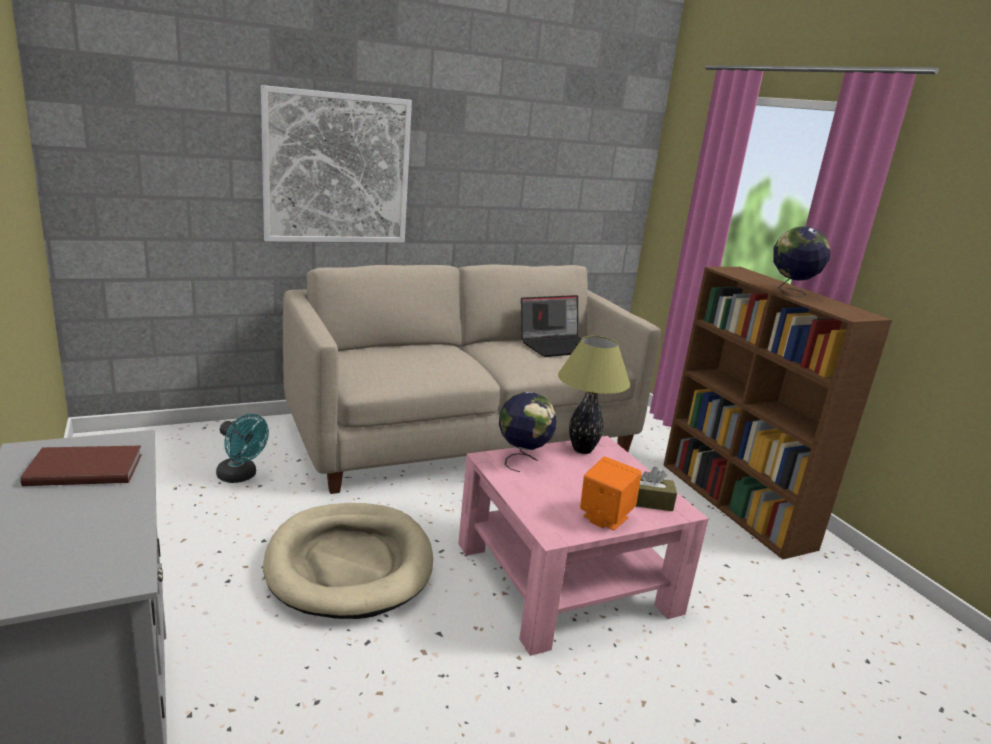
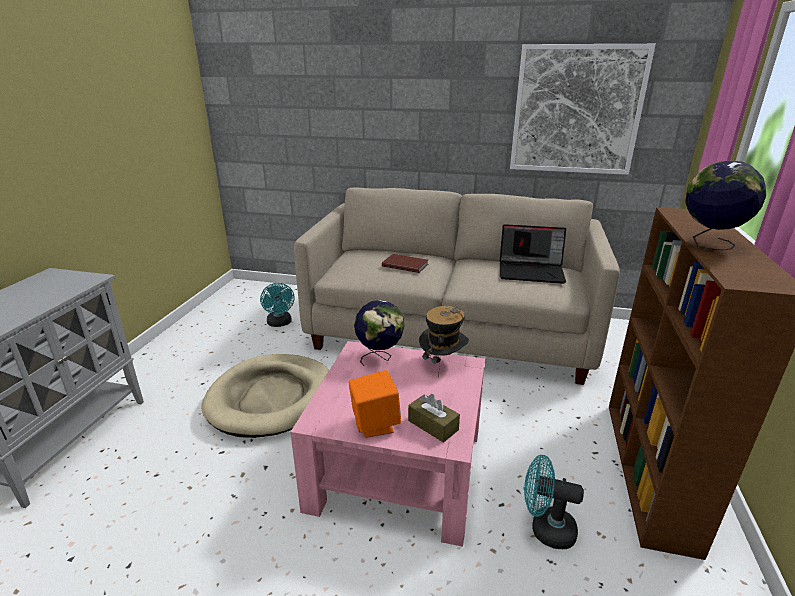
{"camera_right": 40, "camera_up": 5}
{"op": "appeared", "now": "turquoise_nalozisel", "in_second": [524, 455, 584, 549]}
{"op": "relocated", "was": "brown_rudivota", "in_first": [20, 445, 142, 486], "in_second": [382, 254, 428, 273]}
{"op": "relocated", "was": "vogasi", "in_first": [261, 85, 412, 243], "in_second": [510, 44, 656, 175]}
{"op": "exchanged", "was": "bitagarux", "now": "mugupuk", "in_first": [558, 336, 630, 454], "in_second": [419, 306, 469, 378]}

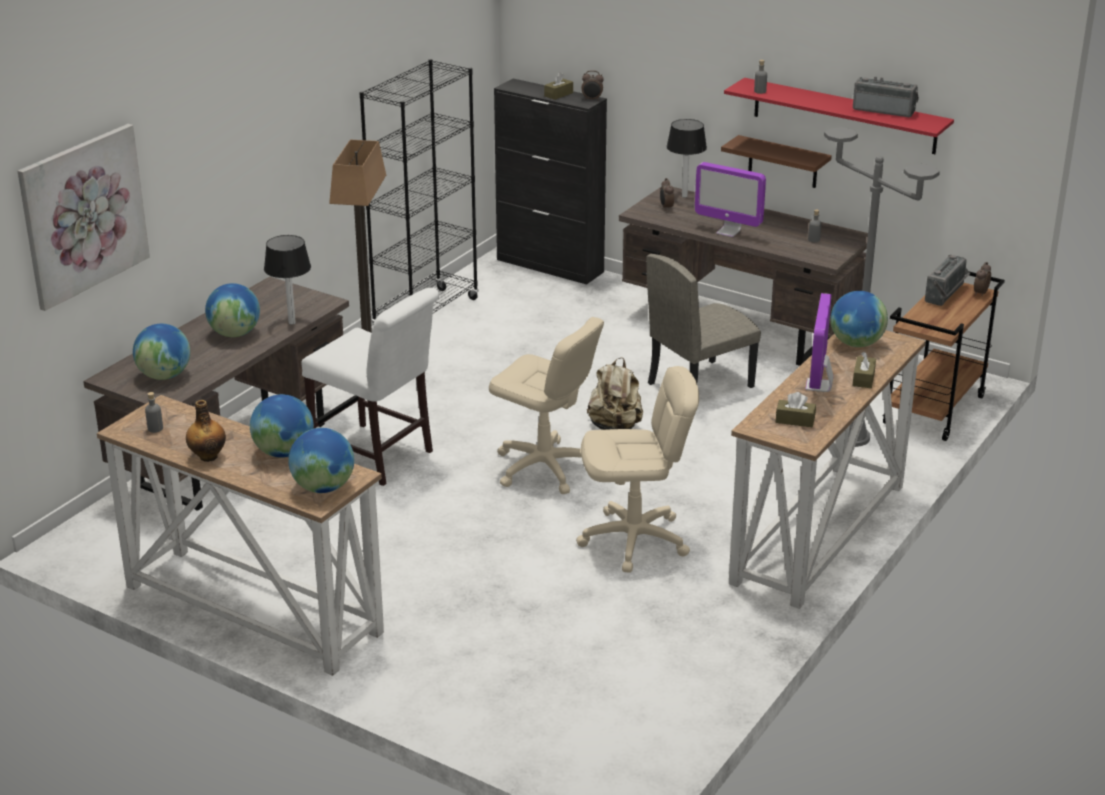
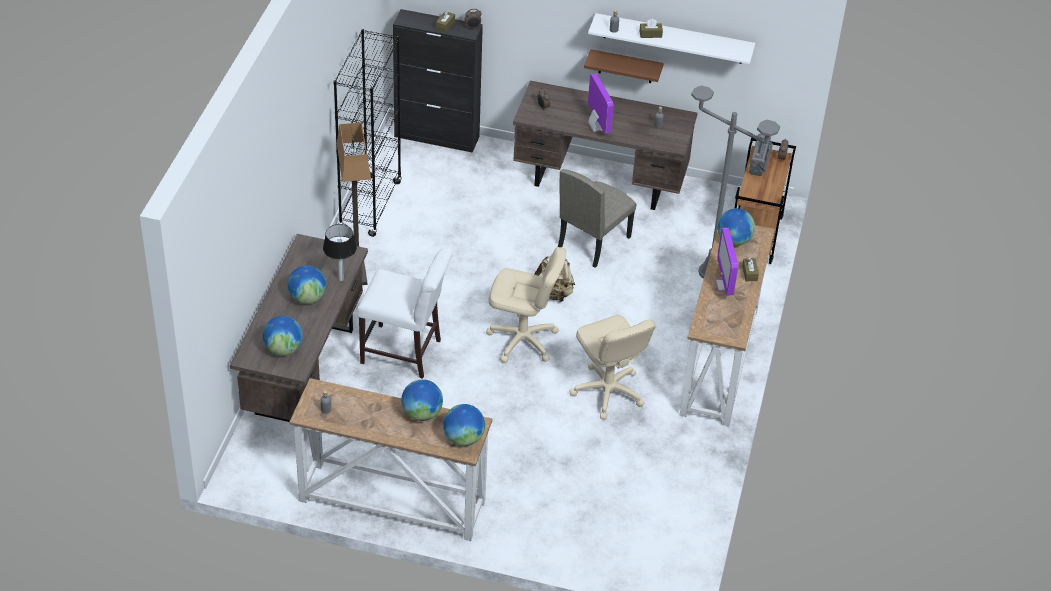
{"camera_right": -20, "camera_up": 15}
{"op": "missing", "was": "vogasi", "in_first": [17, 124, 150, 311]}
{"op": "missing", "was": "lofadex", "in_first": [186, 400, 226, 462]}
{"op": "missing", "was": "bitagarux", "in_first": [666, 119, 707, 198]}
{"op": "missing", "was": "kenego", "in_first": [853, 76, 919, 117]}
{"op": "relocated", "was": "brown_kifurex", "in_first": [776, 392, 816, 427], "in_second": [640, 19, 663, 38]}
{"op": "colour", "was": "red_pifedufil", "now": "white_pifedufil", "in_first": [724, 78, 954, 154], "in_second": [588, 13, 755, 64]}
{"op": "spun", "was": "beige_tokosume", "in_first": [576, 366, 699, 573], "in_second": [569, 315, 656, 420], "clockwise": 90}
{"op": "spun", "was": "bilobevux", "in_first": [695, 162, 766, 237], "in_second": [588, 73, 614, 133], "clockwise": -120}

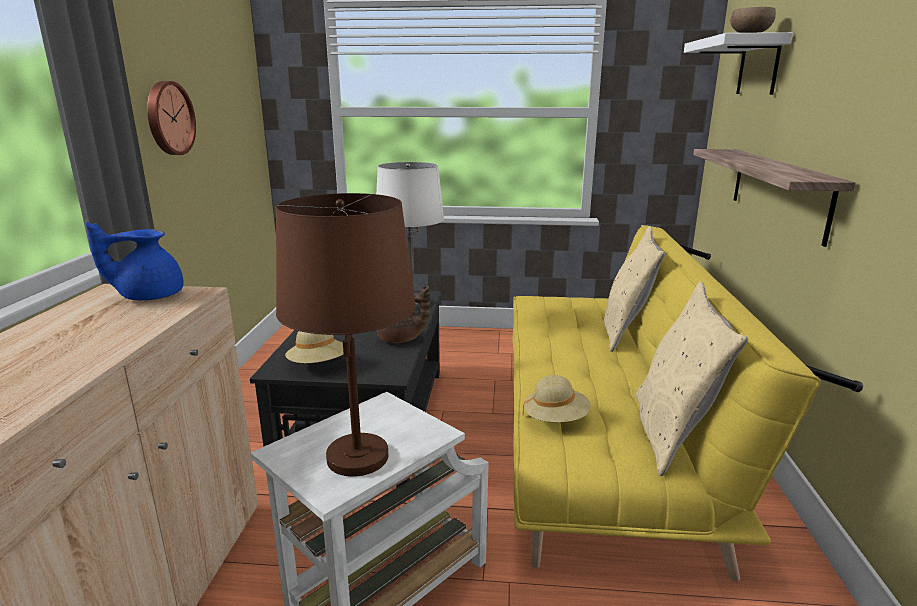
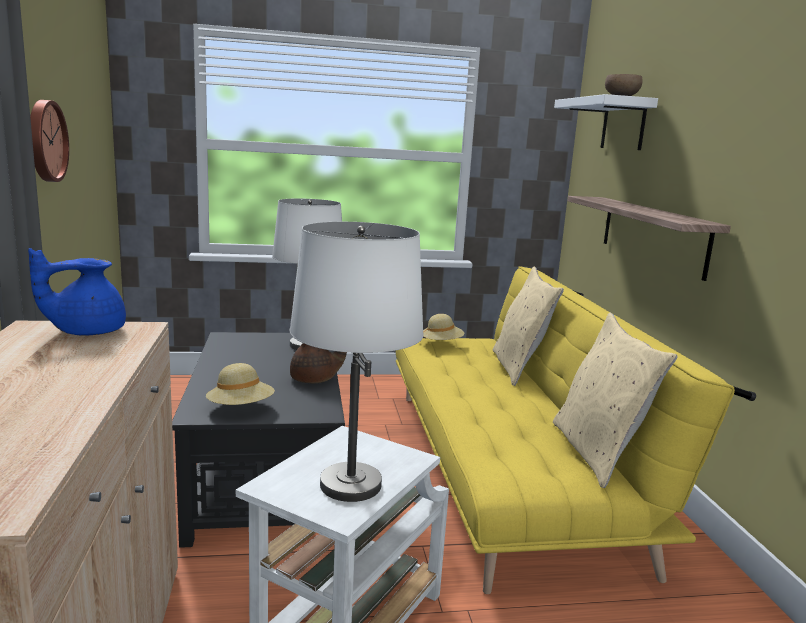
{"camera_right": -15, "camera_up": -5}
{"op": "relocated", "was": "beige_mugupuk", "in_first": [523, 375, 591, 422], "in_second": [423, 314, 464, 340]}
{"op": "colour", "was": "brown_bitagarux", "now": "white_bitagarux", "in_first": [276, 193, 416, 477], "in_second": [289, 222, 424, 502]}

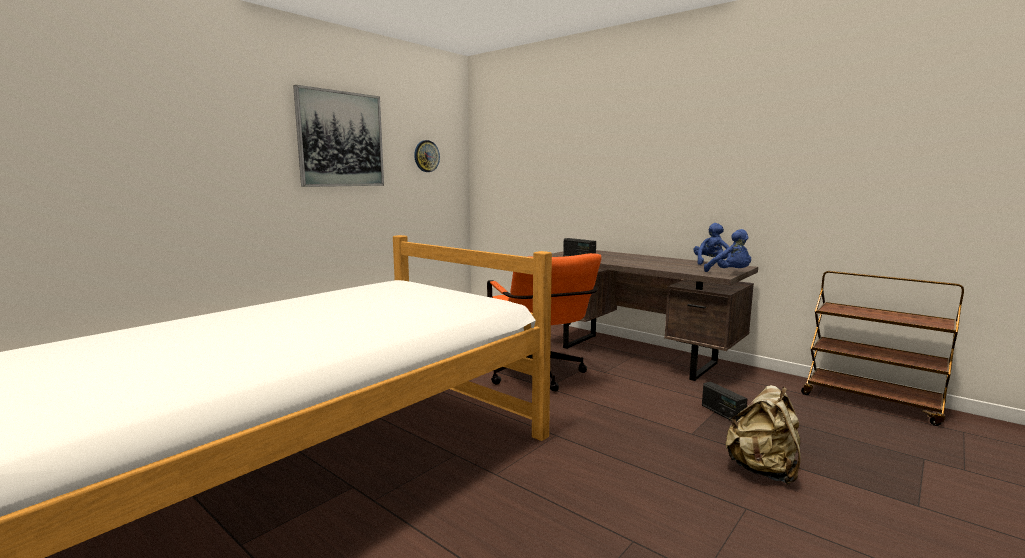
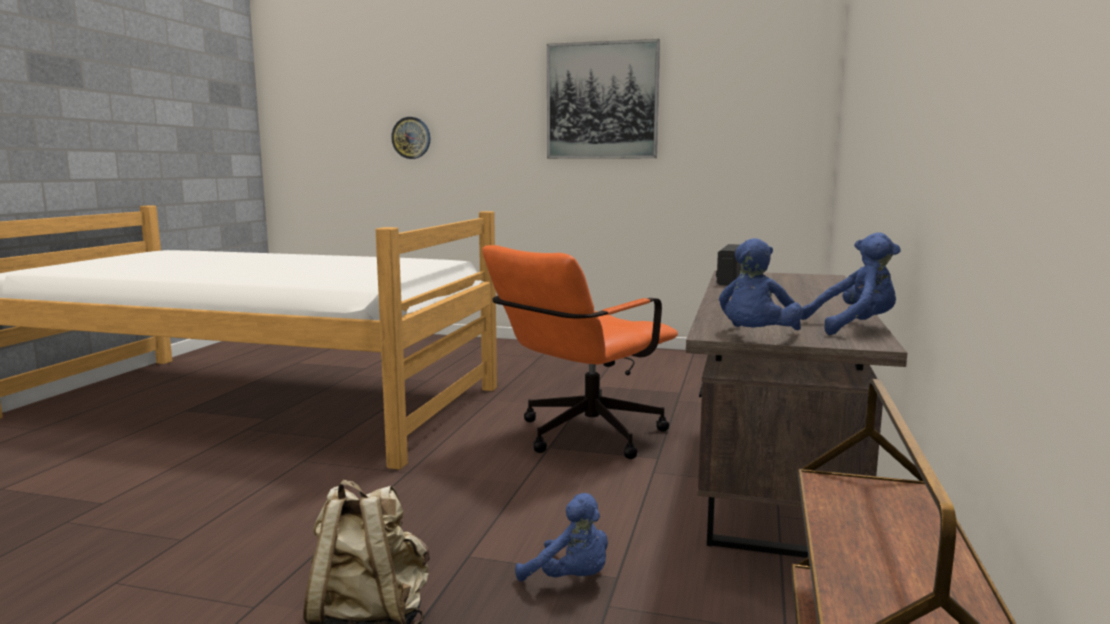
{"camera_right": 65, "camera_up": 0}
{"op": "relocated", "was": "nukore", "in_first": [414, 140, 440, 172], "in_second": [391, 117, 430, 159]}
{"op": "exchanged", "was": "kenego", "now": "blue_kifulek", "in_first": [702, 382, 748, 421], "in_second": [515, 493, 608, 582]}

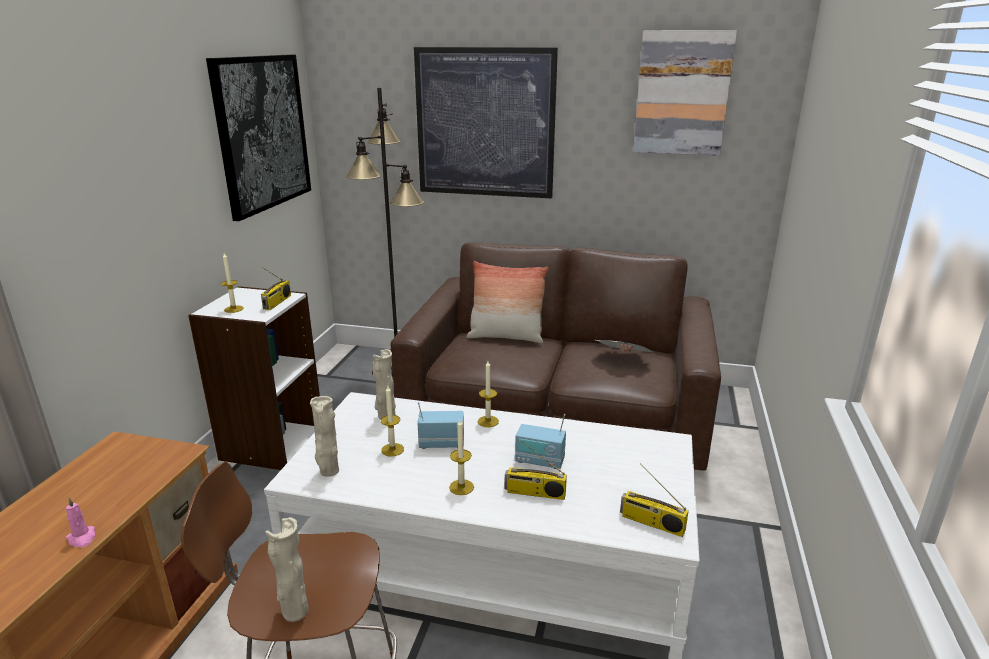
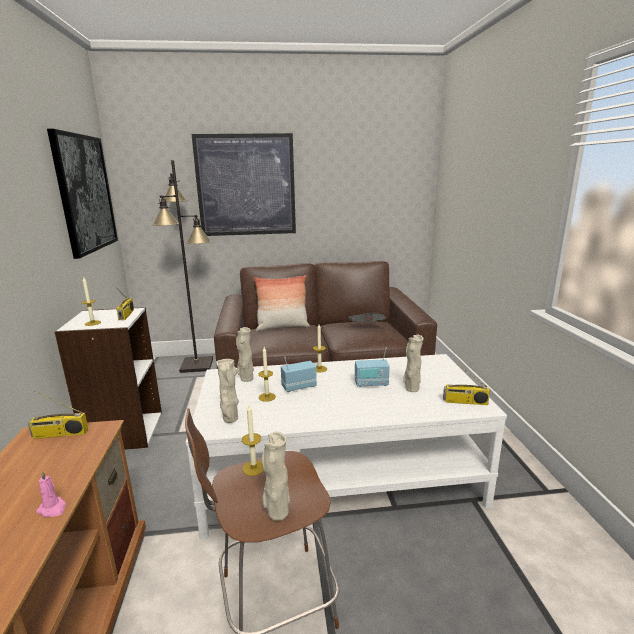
{"camera_right": -20, "camera_up": -5}
{"op": "missing", "was": "vogasi", "in_first": [633, 30, 737, 156]}
{"op": "appeared", "now": "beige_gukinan", "in_second": [403, 335, 424, 392]}
{"op": "relocated", "was": "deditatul", "in_first": [449, 419, 474, 495], "in_second": [242, 405, 264, 476]}
{"op": "relocated", "was": "kenego", "in_first": [505, 440, 567, 500], "in_second": [28, 391, 88, 439]}

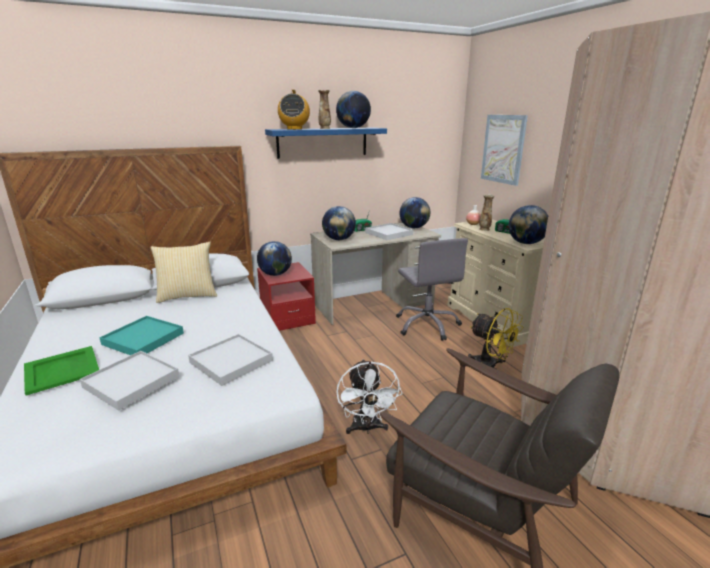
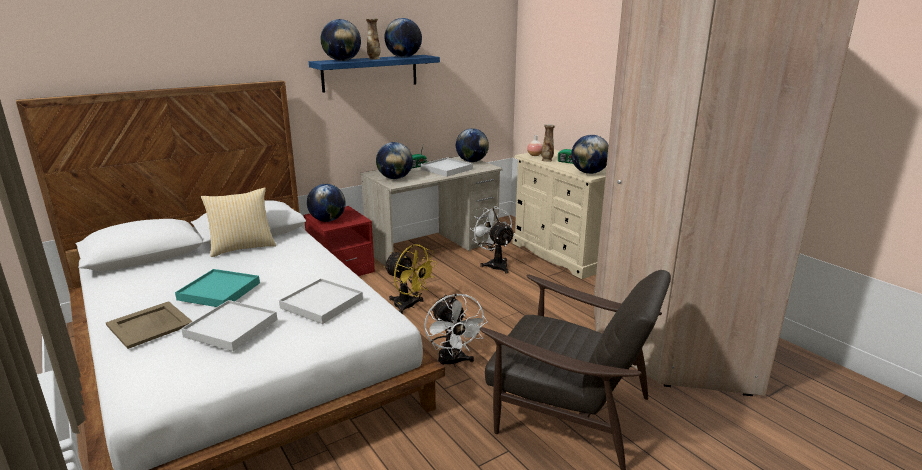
{"camera_right": -10, "camera_up": 0}
{"op": "missing", "was": "vogasi", "in_first": [481, 115, 528, 186]}
{"op": "relocated", "was": "yellow_nalozisel", "in_first": [468, 308, 523, 369], "in_second": [383, 244, 437, 314]}
{"op": "exchanged", "was": "kenego", "now": "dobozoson", "in_first": [278, 90, 310, 130], "in_second": [321, 19, 361, 61]}
{"op": "exchanged", "was": "grey_tokosume", "now": "white_nalozisel", "in_first": [396, 238, 468, 341], "in_second": [471, 206, 515, 274]}
{"op": "colour", "was": "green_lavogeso", "now": "beige_lavogeso", "in_first": [24, 346, 99, 396], "in_second": [106, 301, 193, 349]}

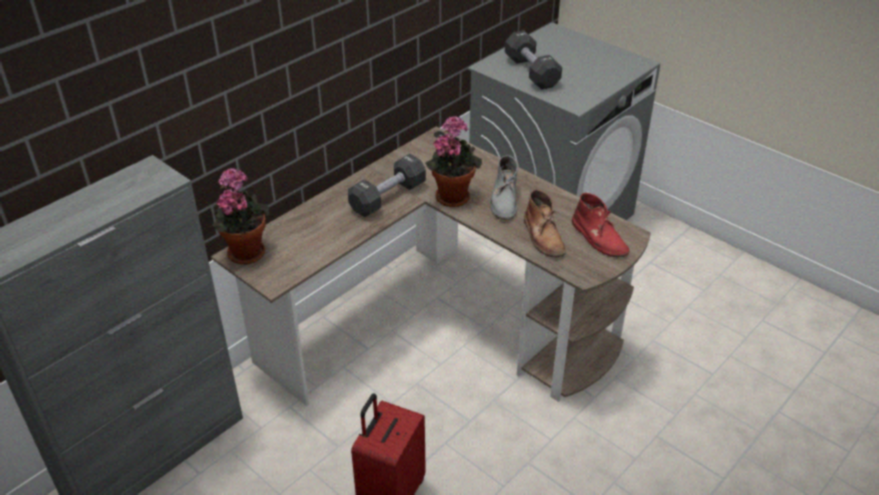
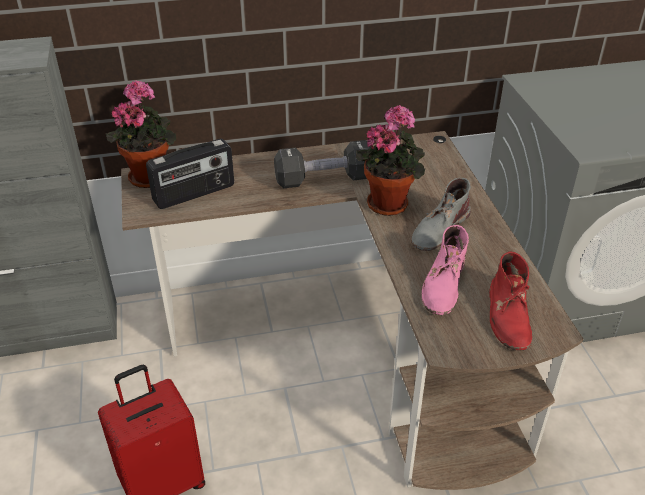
{"camera_right": 35, "camera_up": 0}
{"op": "missing", "was": "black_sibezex", "in_first": [505, 30, 562, 89]}
{"op": "appeared", "now": "kenego", "in_second": [146, 139, 234, 209]}
{"op": "colour", "was": "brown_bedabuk", "now": "pink_bedabuk", "in_first": [524, 189, 566, 257], "in_second": [422, 225, 469, 315]}

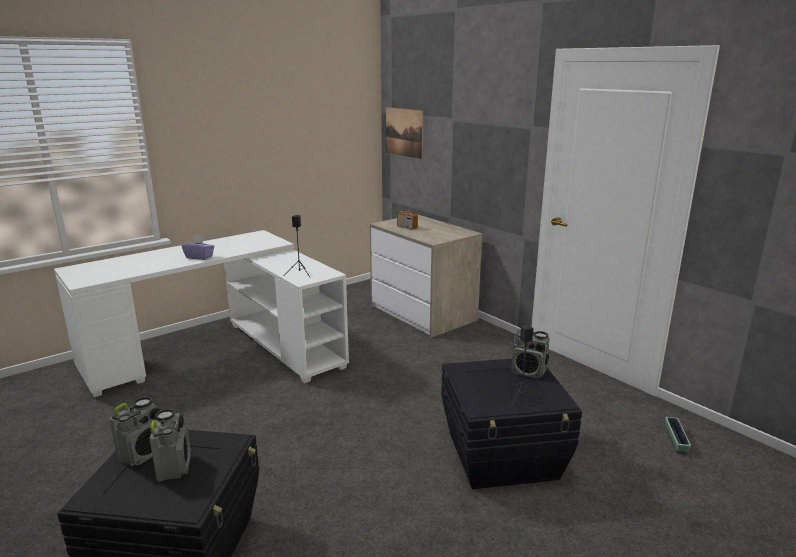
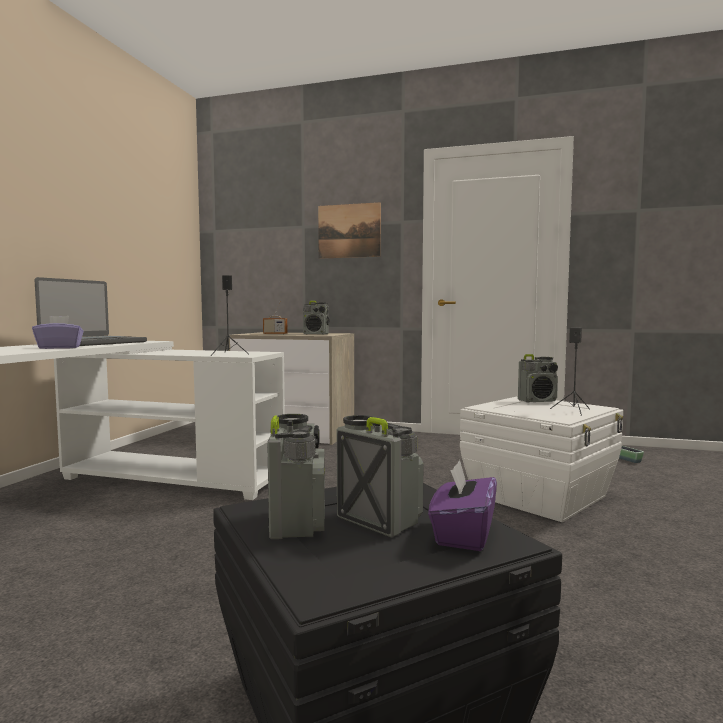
{"camera_right": -35, "camera_up": -15}
{"op": "appeared", "now": "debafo", "in_second": [35, 277, 147, 346]}
{"op": "appeared", "now": "kenego", "in_second": [303, 301, 329, 335]}
{"op": "appeared", "now": "purple_kifurex", "in_second": [428, 460, 497, 551]}
{"op": "relocated", "was": "vogasi", "in_first": [386, 107, 423, 159], "in_second": [318, 202, 381, 259]}
{"op": "colour", "was": "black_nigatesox", "now": "white_nigatesox", "in_first": [441, 359, 582, 489], "in_second": [460, 396, 623, 522]}

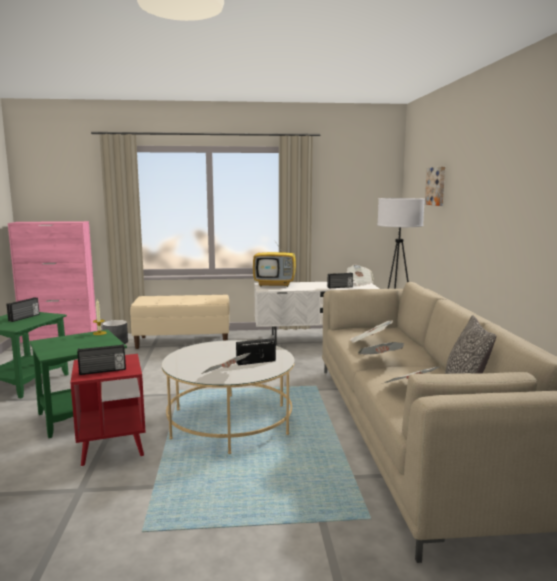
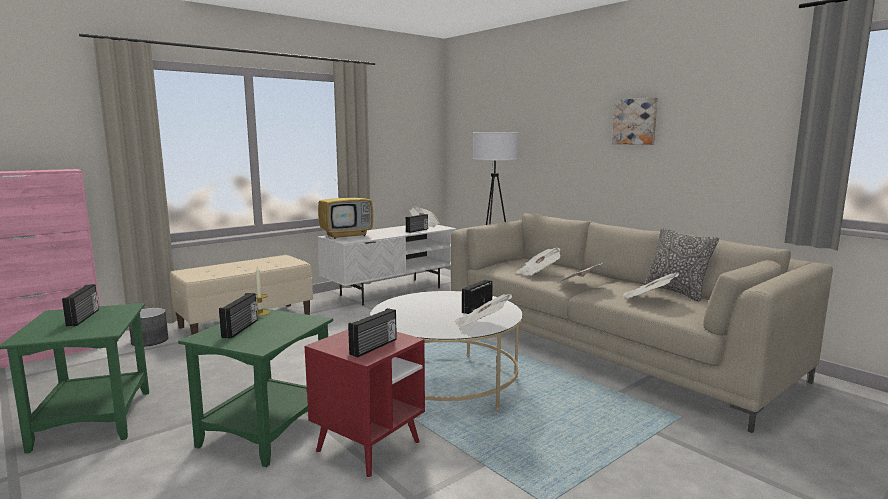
{"camera_right": -35, "camera_up": 0}
{"op": "appeared", "now": "kenego", "in_second": [219, 293, 258, 339]}
{"op": "relocated", "was": "vogasi", "in_first": [425, 167, 445, 206], "in_second": [612, 97, 658, 145]}

